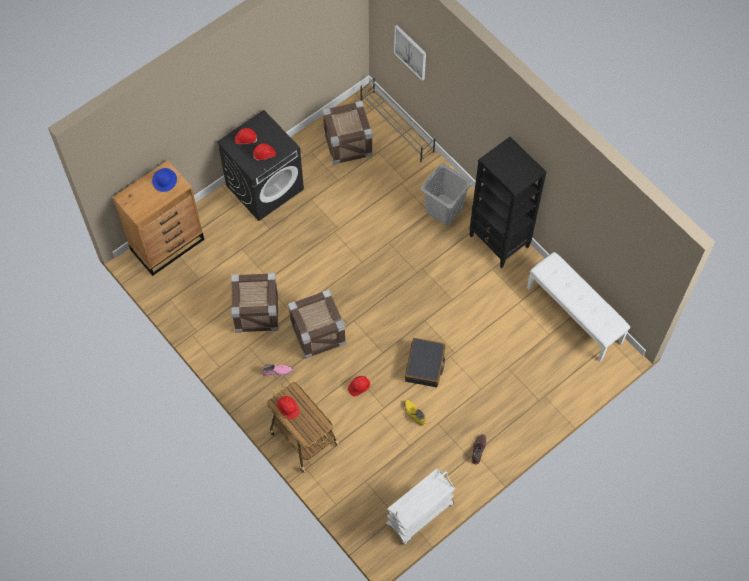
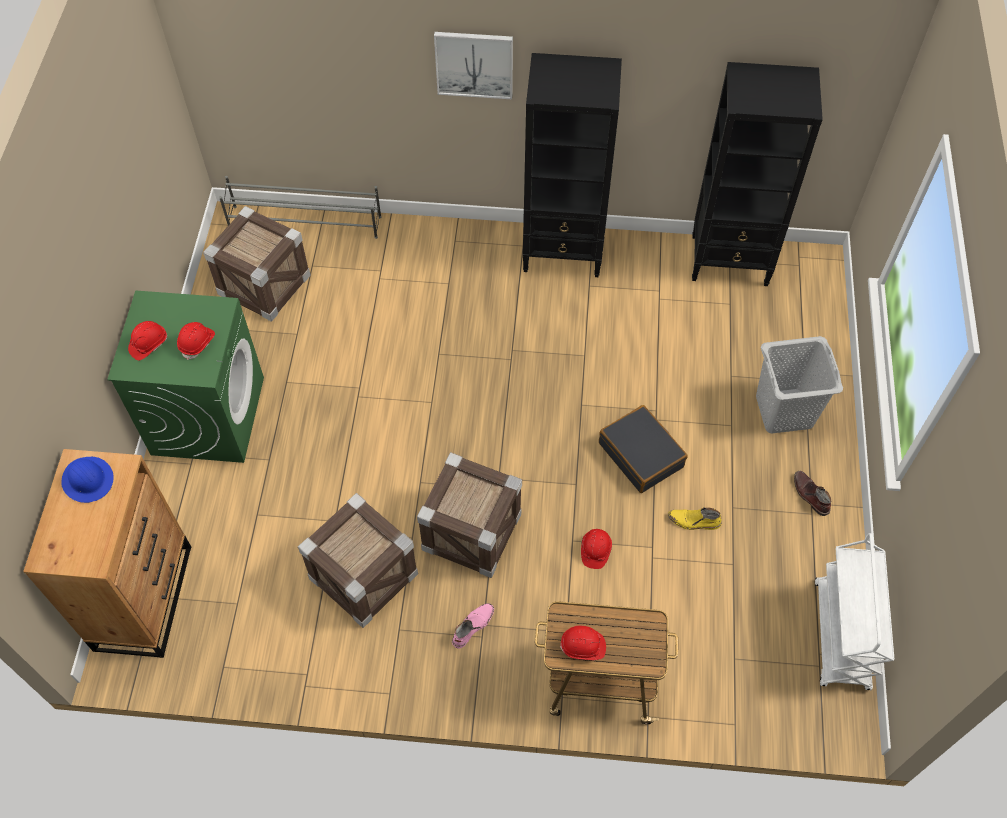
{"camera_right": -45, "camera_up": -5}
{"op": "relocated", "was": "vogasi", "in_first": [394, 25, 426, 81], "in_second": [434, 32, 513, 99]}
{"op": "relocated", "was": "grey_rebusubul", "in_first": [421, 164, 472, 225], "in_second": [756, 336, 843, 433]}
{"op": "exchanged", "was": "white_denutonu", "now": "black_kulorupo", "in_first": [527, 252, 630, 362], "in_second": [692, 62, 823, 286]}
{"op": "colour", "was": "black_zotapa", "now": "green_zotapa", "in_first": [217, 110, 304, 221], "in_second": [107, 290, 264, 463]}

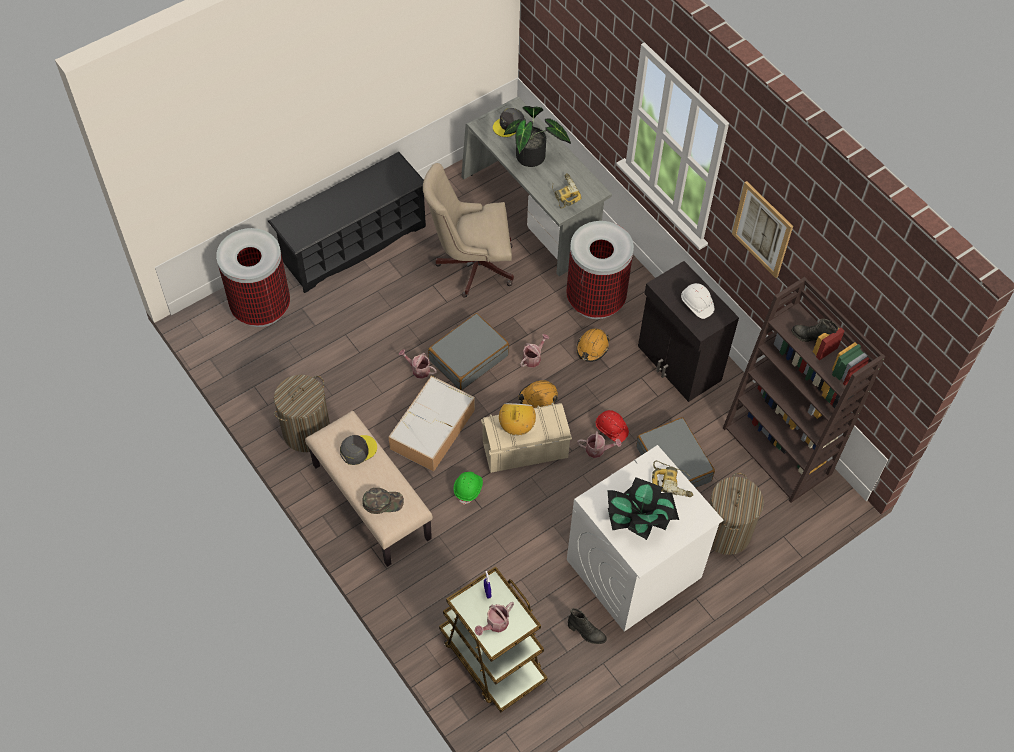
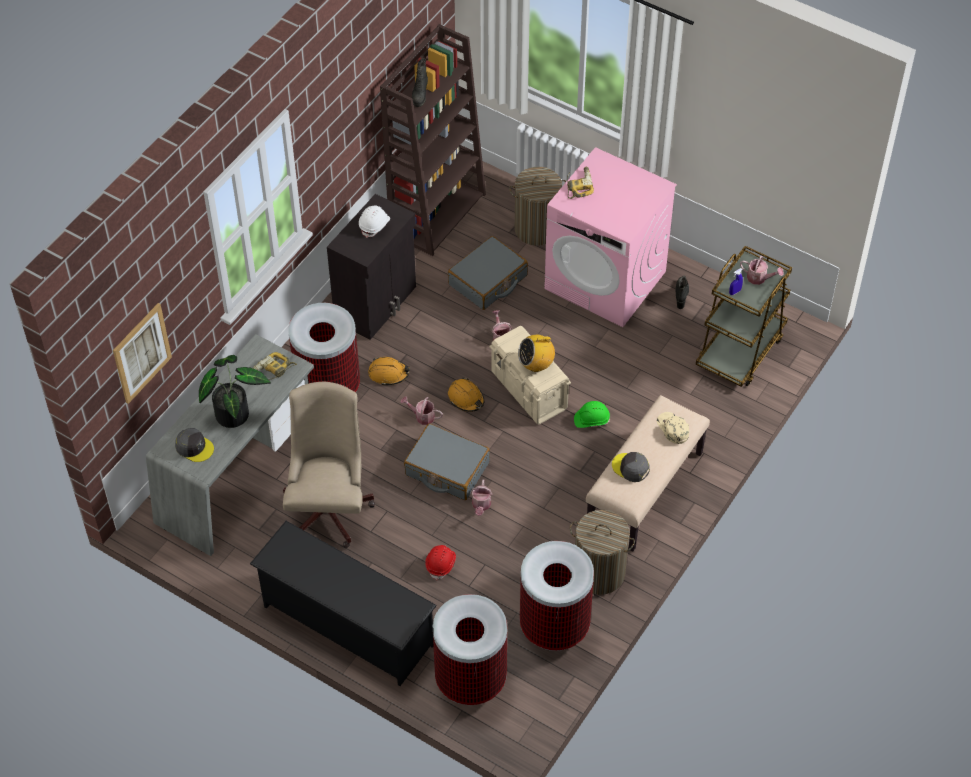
{"camera_right": -110, "camera_up": -5}
{"op": "missing", "was": "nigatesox", "in_first": [389, 376, 475, 472]}
{"op": "missing", "was": "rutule", "in_first": [607, 477, 679, 540]}
{"op": "appeared", "now": "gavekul", "in_second": [520, 541, 594, 651]}
{"op": "relocated", "was": "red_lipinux", "in_first": [596, 410, 629, 442], "in_second": [425, 545, 456, 580]}
{"op": "relocated", "was": "vogasi", "in_first": [732, 181, 793, 278], "in_second": [113, 303, 172, 404]}
{"op": "colour", "was": "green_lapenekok", "now": "beige_lapenekok", "in_first": [362, 488, 404, 514], "in_second": [657, 412, 689, 444]}
{"op": "colour", "was": "white_zotapa", "now": "pink_zotapa", "in_first": [567, 445, 723, 632], "in_second": [544, 147, 677, 327]}
{"op": "spun", "was": "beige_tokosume", "in_first": [423, 163, 514, 298], "in_second": [283, 382, 375, 548], "clockwise": -150}

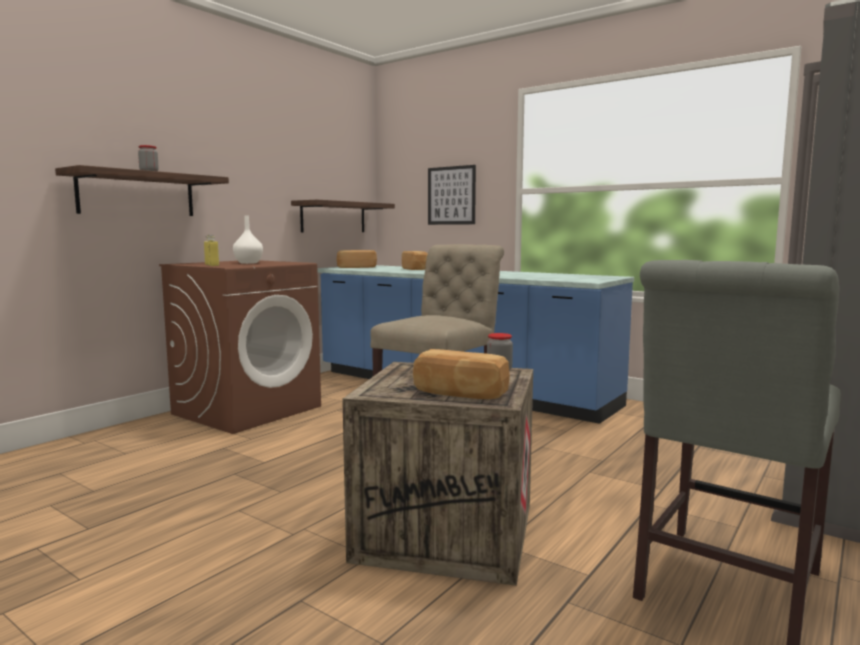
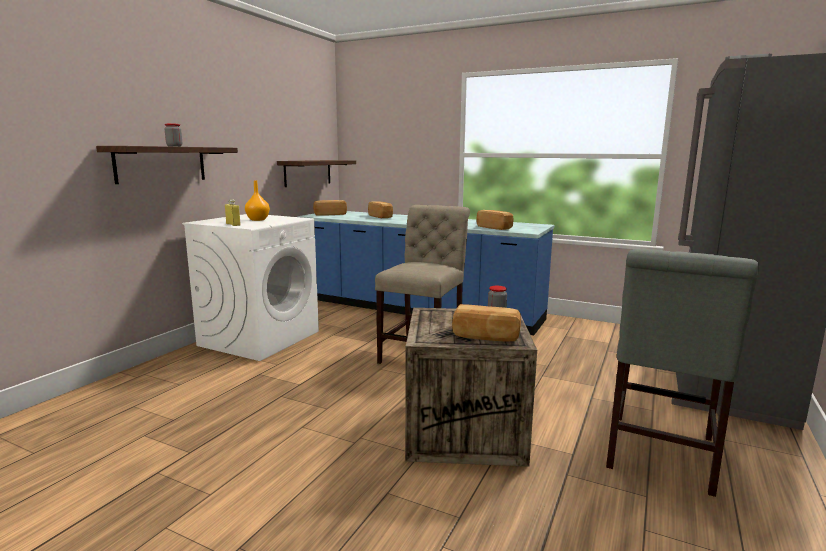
{"camera_right": -10, "camera_up": 5}
{"op": "missing", "was": "vogasi", "in_first": [428, 165, 476, 225]}
{"op": "appeared", "now": "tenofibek", "in_second": [476, 210, 513, 230]}
{"op": "colour", "was": "brown_zotapa", "now": "white_zotapa", "in_first": [159, 260, 321, 434], "in_second": [182, 214, 319, 361]}
{"op": "colour", "was": "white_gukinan", "now": "orange_gukinan", "in_first": [233, 215, 263, 264], "in_second": [245, 180, 270, 221]}

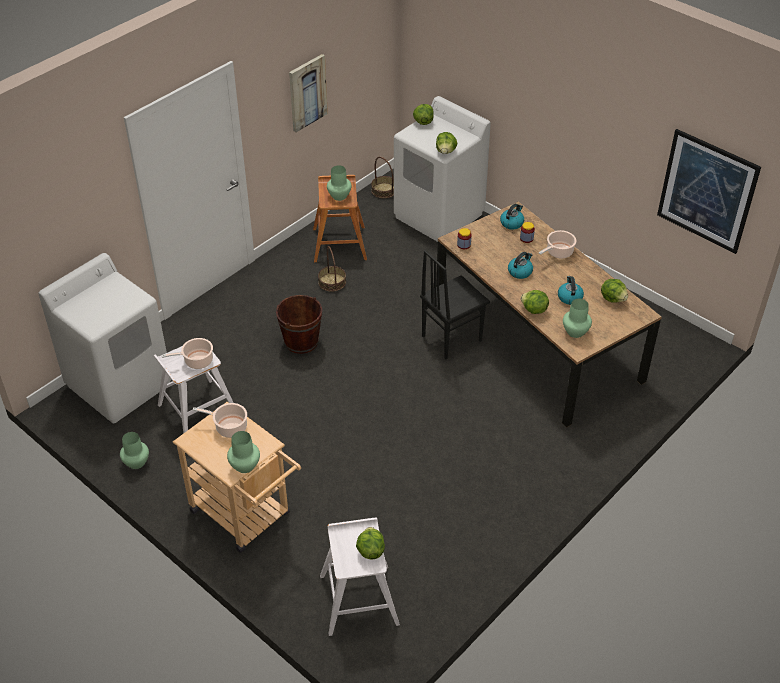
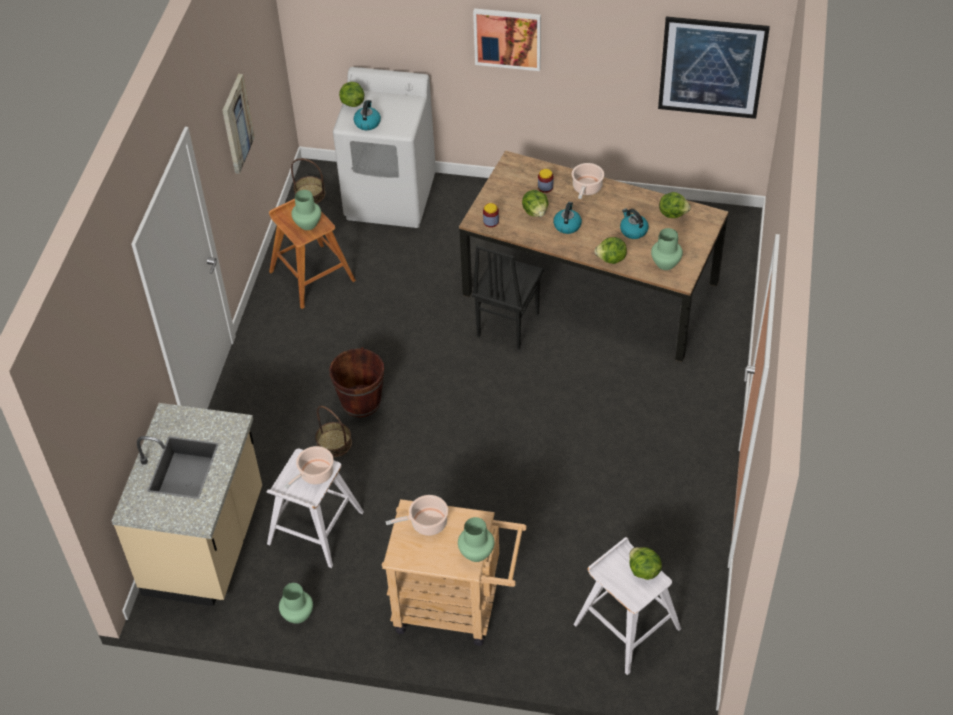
{"camera_right": -30, "camera_up": 5}
{"op": "appeared", "now": "vogasi", "in_second": [473, 8, 541, 71]}
{"op": "relocated", "was": "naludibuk", "in_first": [318, 246, 346, 292], "in_second": [315, 406, 352, 457]}
{"op": "relocated", "was": "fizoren", "in_first": [436, 132, 458, 154], "in_second": [522, 190, 548, 217]}
{"op": "relocated", "was": "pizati", "in_first": [500, 204, 524, 230], "in_second": [354, 100, 381, 130]}
{"op": "exchanged", "was": "white_zotapa", "now": "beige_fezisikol", "in_first": [39, 253, 171, 424], "in_second": [111, 403, 262, 606]}

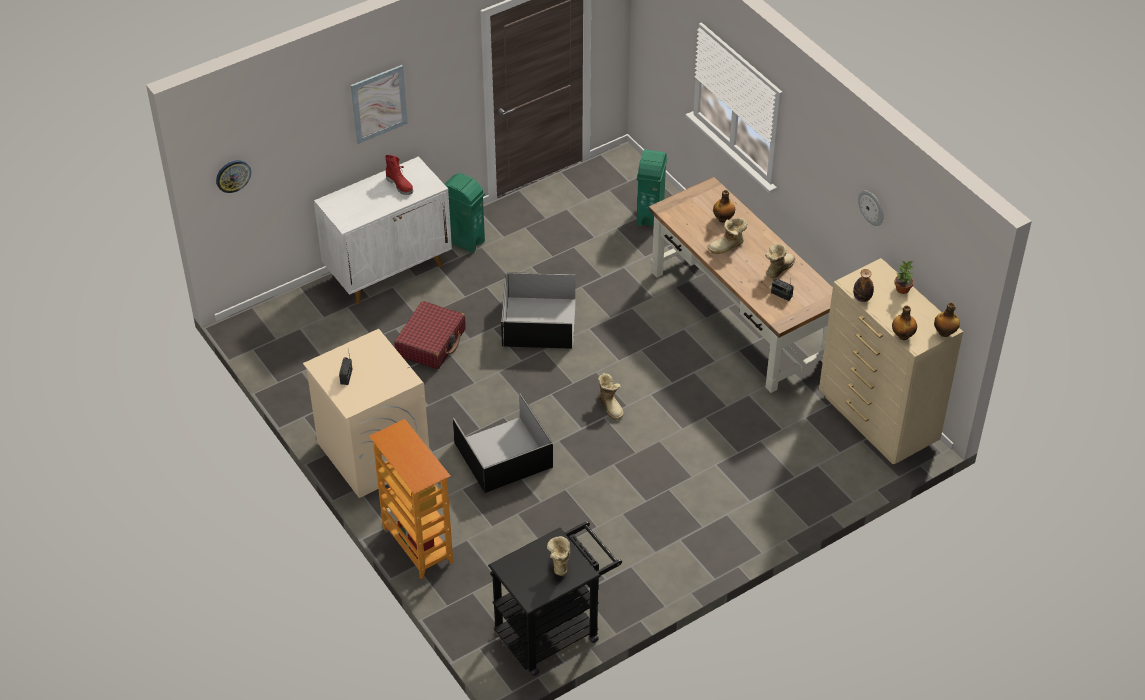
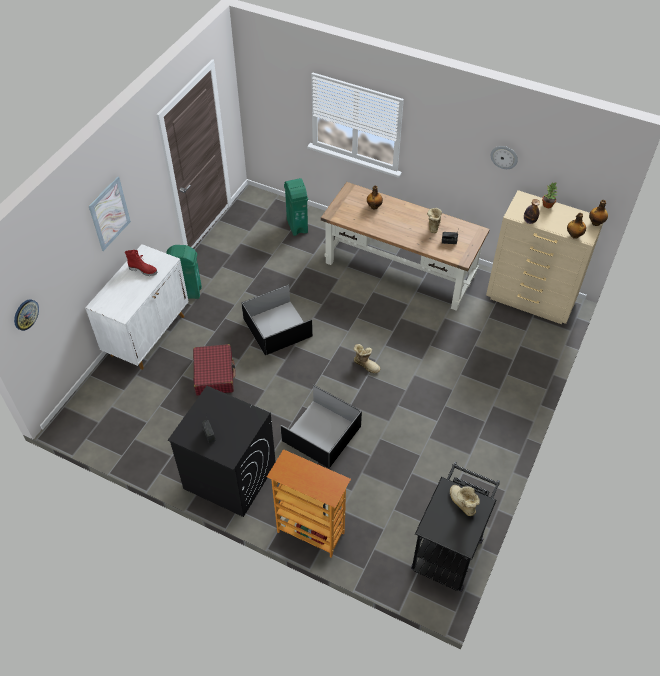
{"camera_right": -30, "camera_up": 5}
{"op": "missing", "was": "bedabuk", "in_first": [707, 217, 748, 254]}
{"op": "colour", "was": "beige_zotapa", "now": "black_zotapa", "in_first": [303, 329, 429, 498], "in_second": [168, 386, 276, 517]}

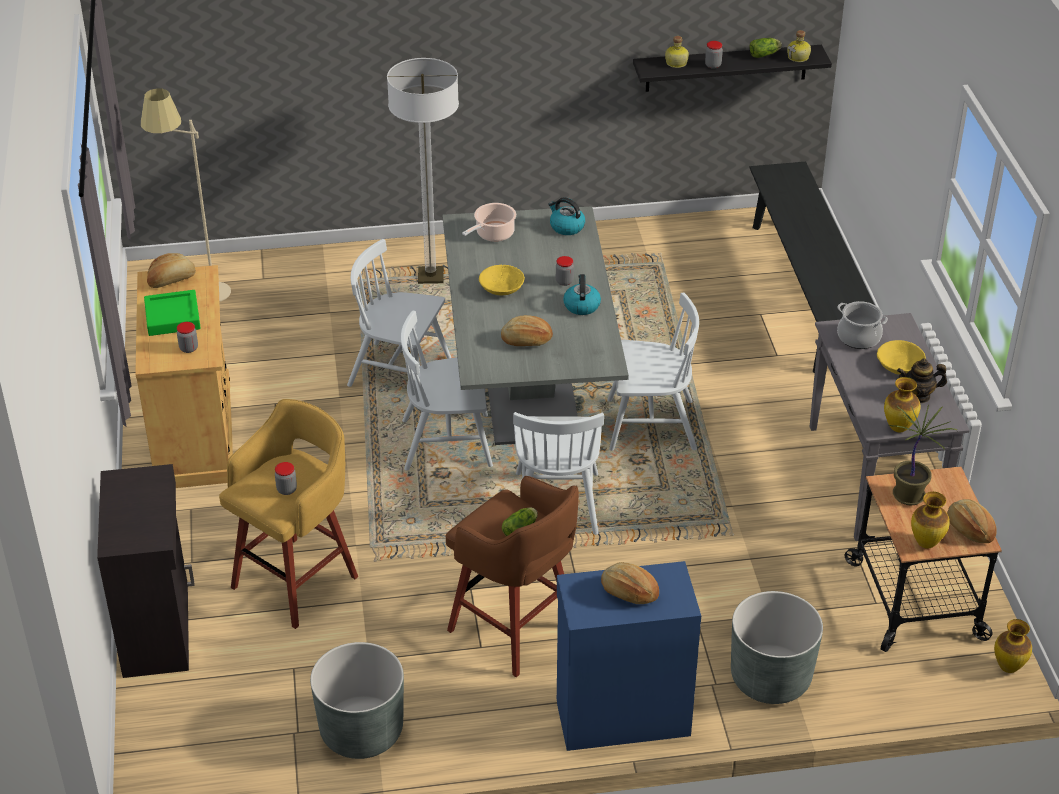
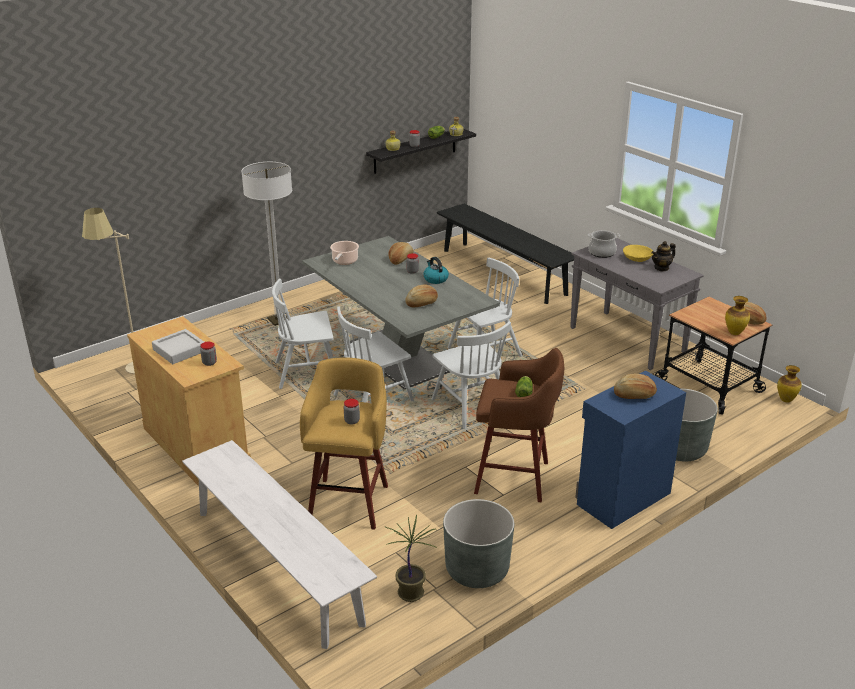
{"camera_right": -30, "camera_up": -10}
{"op": "missing", "was": "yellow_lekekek", "in_first": [479, 265, 525, 295]}
{"op": "missing", "was": "pizati", "in_first": [548, 197, 585, 235]}
{"op": "missing", "was": "gukinan", "in_first": [884, 377, 920, 432]}
{"op": "relocated", "was": "tenofibek", "in_first": [147, 253, 196, 288], "in_second": [389, 242, 414, 265]}
{"op": "relocated", "was": "rutule", "in_first": [889, 405, 958, 506], "in_second": [386, 515, 437, 602]}
{"op": "exchanged", "was": "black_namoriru", "now": "white_denutonu", "in_first": [97, 464, 195, 678], "in_second": [182, 440, 377, 649]}
{"op": "colour", "was": "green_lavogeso", "now": "grey_lavogeso", "in_first": [144, 290, 201, 336], "in_second": [152, 329, 204, 364]}

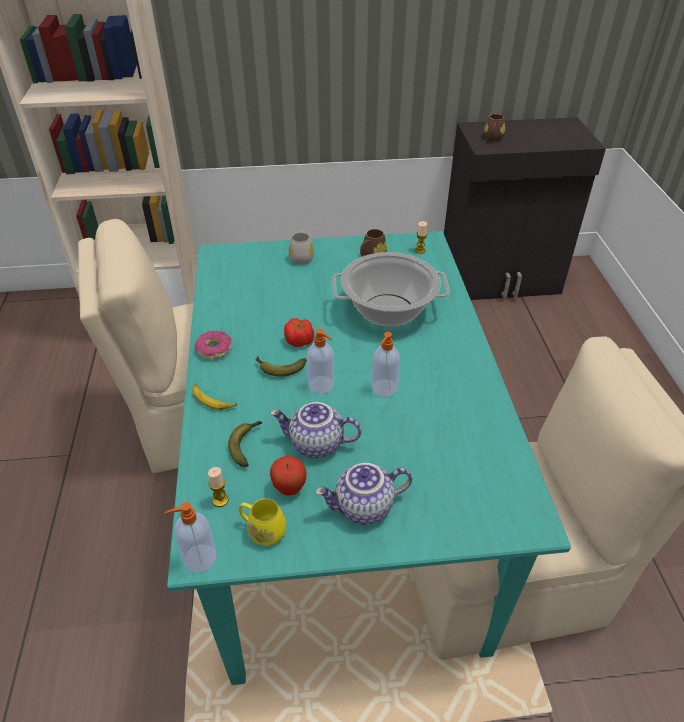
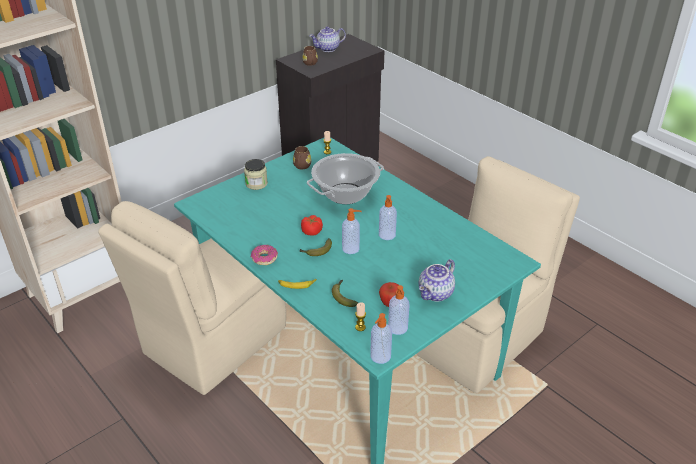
{"camera_right": -35, "camera_up": -5}
{"op": "relocated", "was": "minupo", "in_first": [270, 402, 361, 458], "in_second": [310, 26, 346, 52]}
{"op": "exchanged", "was": "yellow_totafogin", "now": "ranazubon", "in_first": [239, 498, 286, 546], "in_second": [388, 285, 409, 335]}
{"op": "exchanged", "was": "white_totafogin", "now": "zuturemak", "in_first": [289, 231, 314, 265], "in_second": [244, 159, 268, 190]}

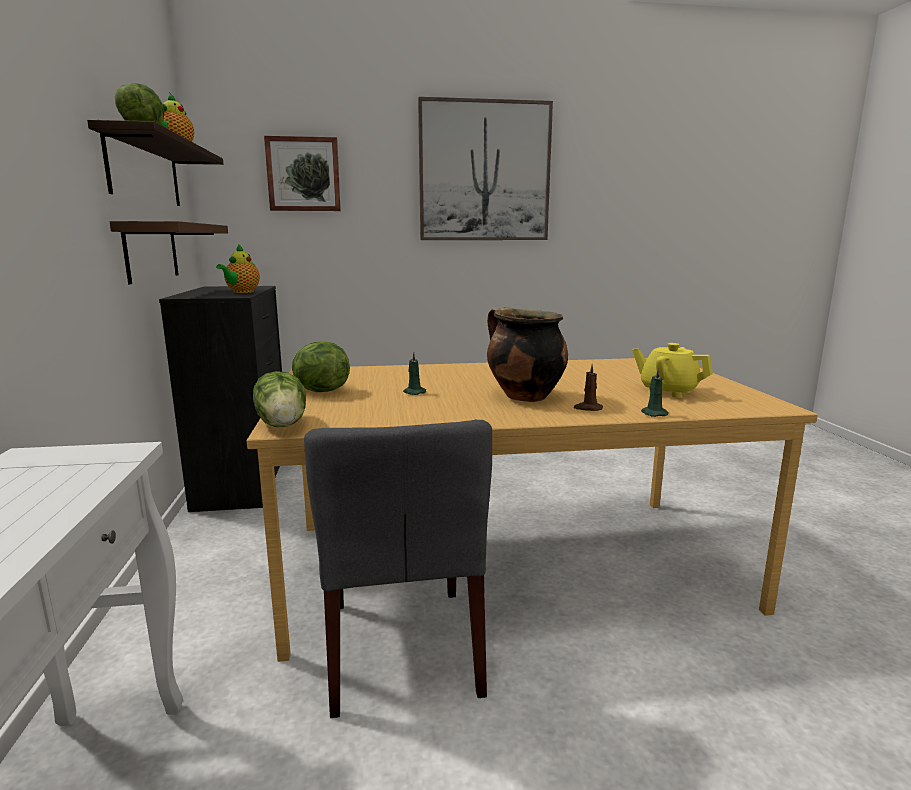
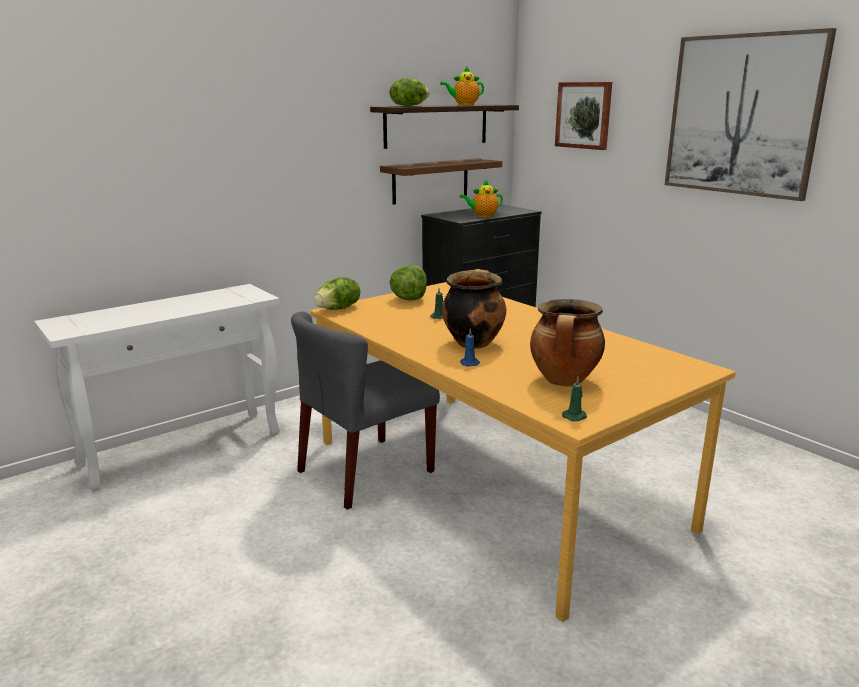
{"camera_right": 60, "camera_up": 5}
{"op": "relocated", "was": "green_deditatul", "in_first": [641, 367, 669, 417], "in_second": [562, 377, 587, 421]}
{"op": "exchanged", "was": "yellow_minupo", "now": "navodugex", "in_first": [632, 343, 713, 398], "in_second": [530, 299, 605, 387]}
{"op": "colour", "was": "brown_deditatul", "now": "blue_deditatul", "in_first": [574, 364, 603, 411], "in_second": [460, 329, 480, 367]}

